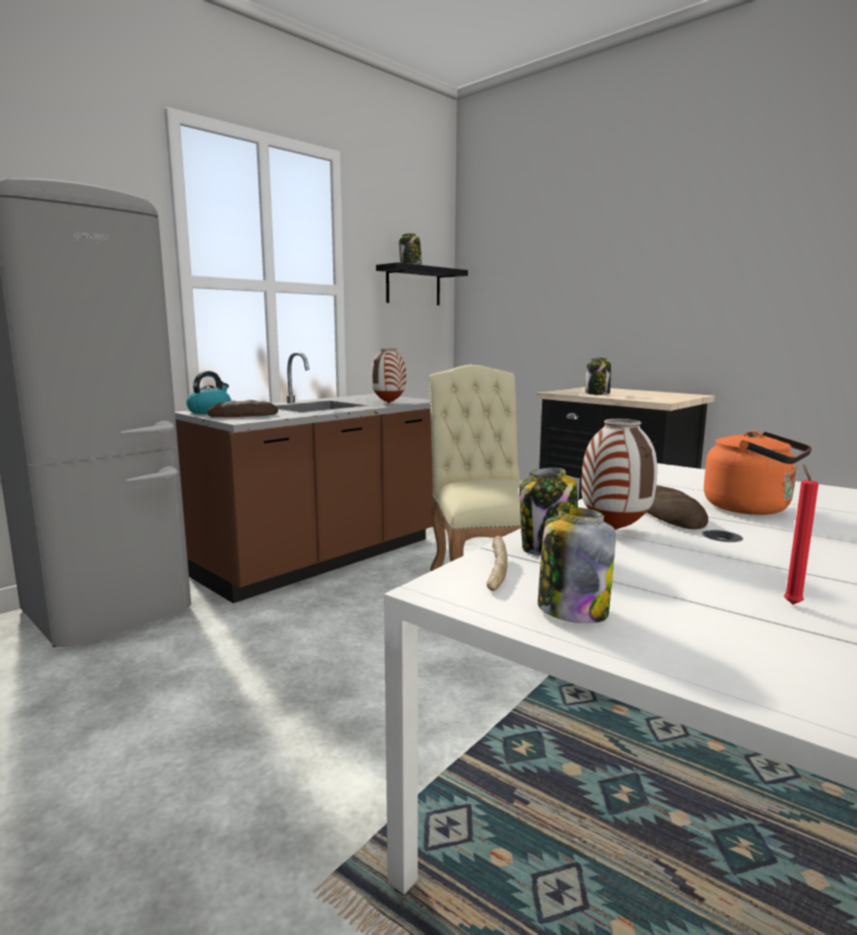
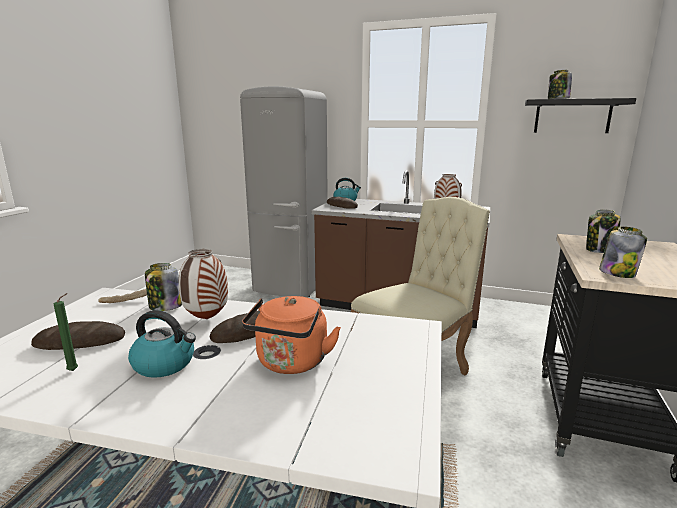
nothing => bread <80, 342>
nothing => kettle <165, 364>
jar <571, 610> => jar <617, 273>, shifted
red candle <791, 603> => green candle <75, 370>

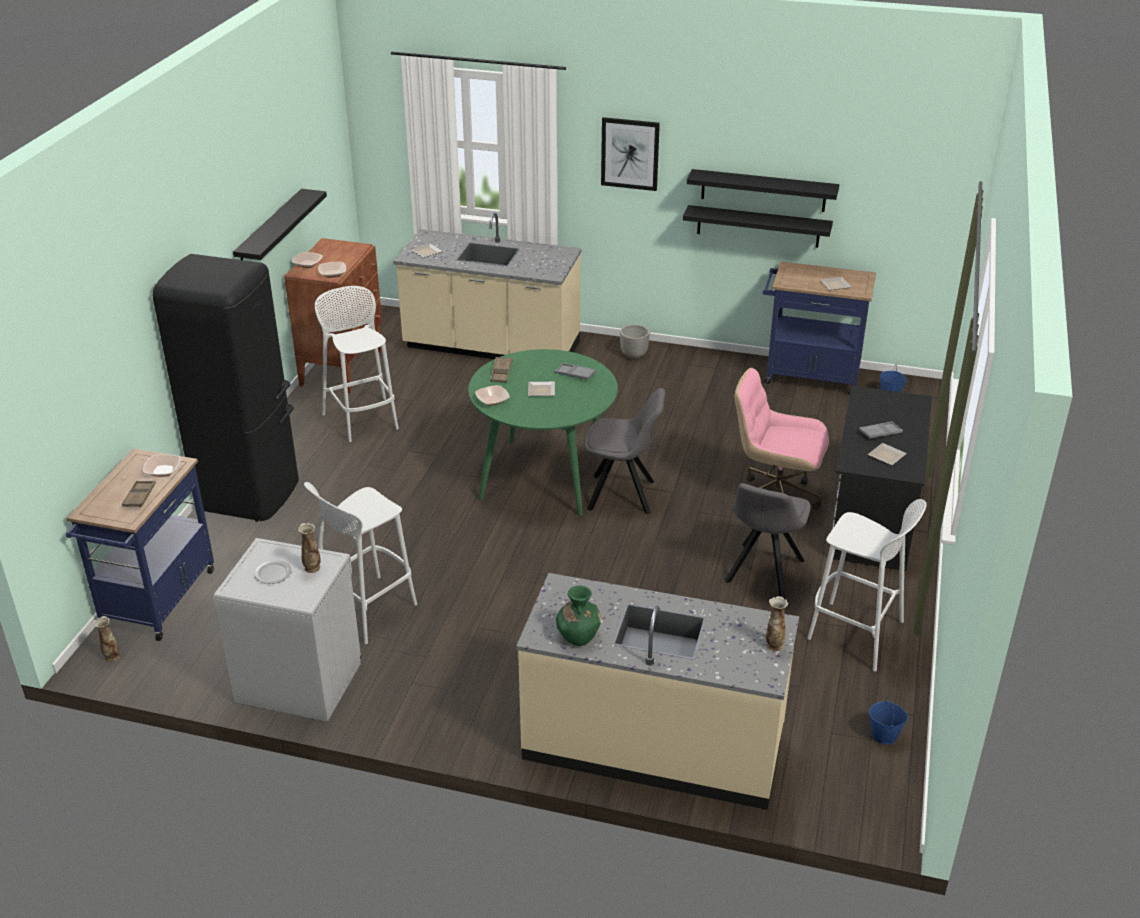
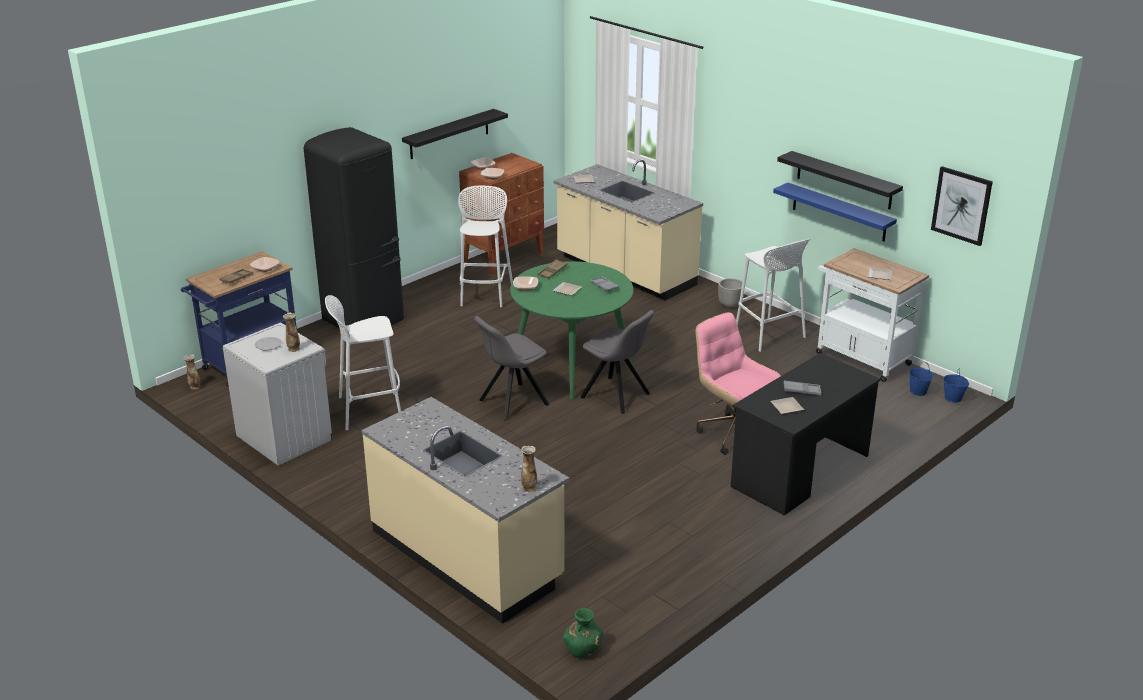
green vase <578, 635> => green vase <583, 649>, shifted
picture <630, 153> => picture <961, 205>, shifted
grey chair <763, 571> => grey chair <513, 402>, shifted
white stool <856, 634> => white stool <768, 334>, shifted
blue bucket <884, 735> => blue bucket <953, 398>, shifted
black shelf <758, 226> => blue shelf <839, 212>
blue cart <808, 376> => white cart <860, 358>

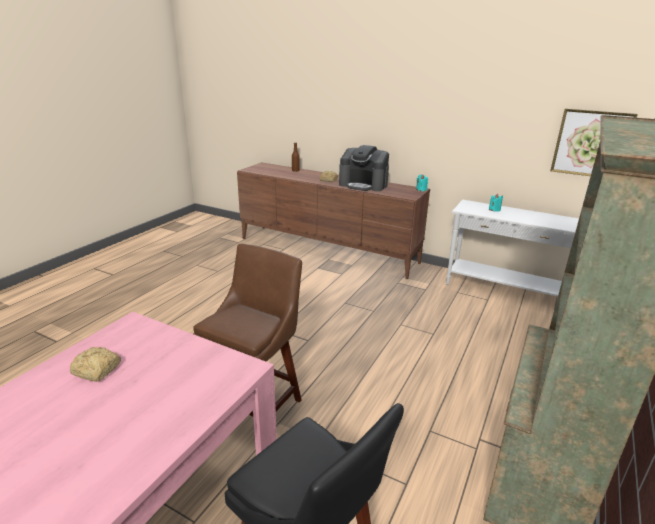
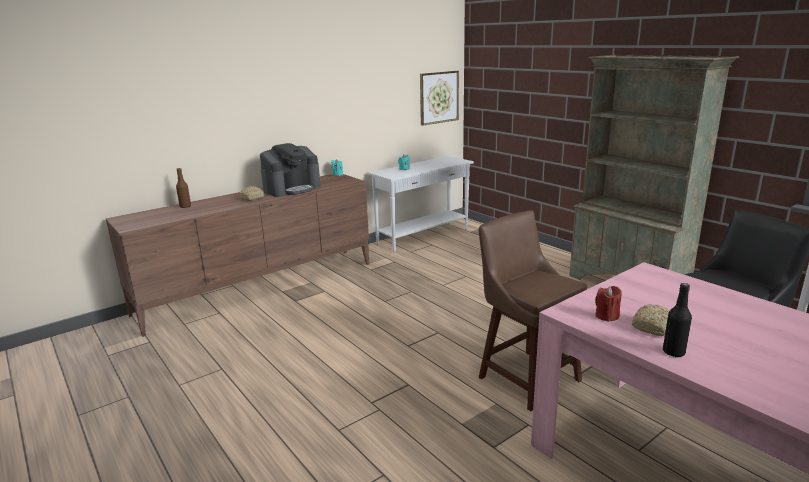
nothing => red candle <606, 316>
nothing => black bottle <673, 352>

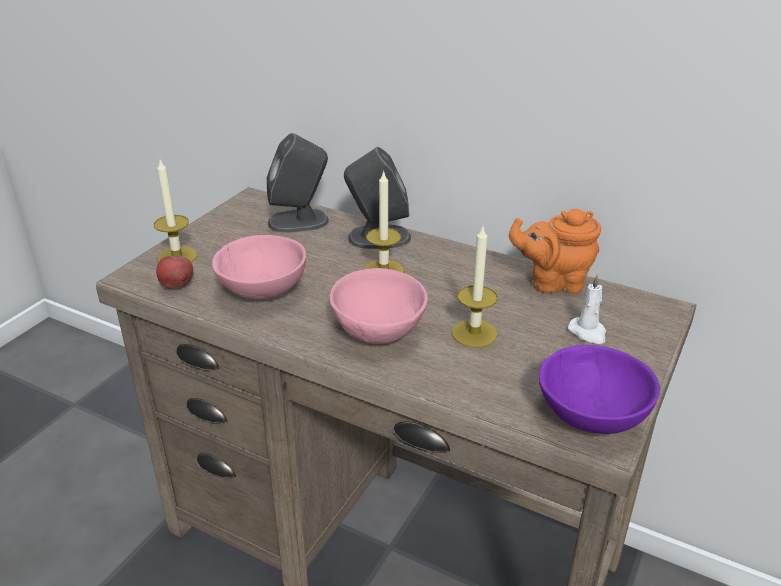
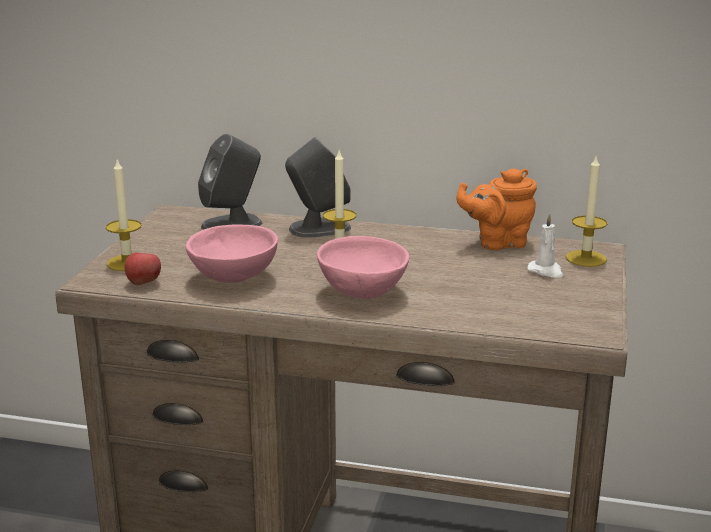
purple bowl <591, 419> => nothing
candle <474, 333> => candle <586, 258>, shifted

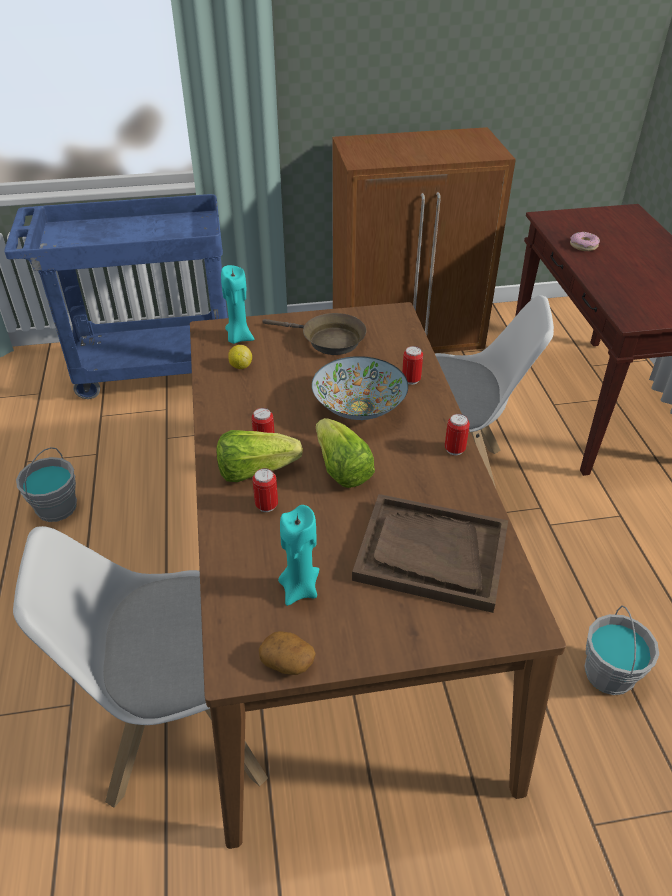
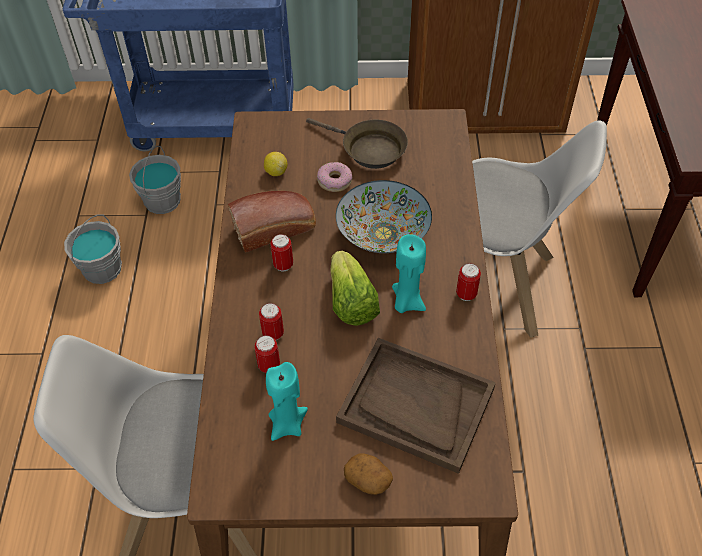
lettuce <255, 470> => nothing
nothing => bread <276, 228>
turquoise candle <238, 338> => turquoise candle <406, 302>, shifted
potato <288, 661> => potato <368, 479>, shifted
can <411, 380> => can <269, 366>, shifted
donut <583, 246> => donut <334, 181>, shifted
grey bucket <609, 674> => grey bucket <163, 201>, shifted

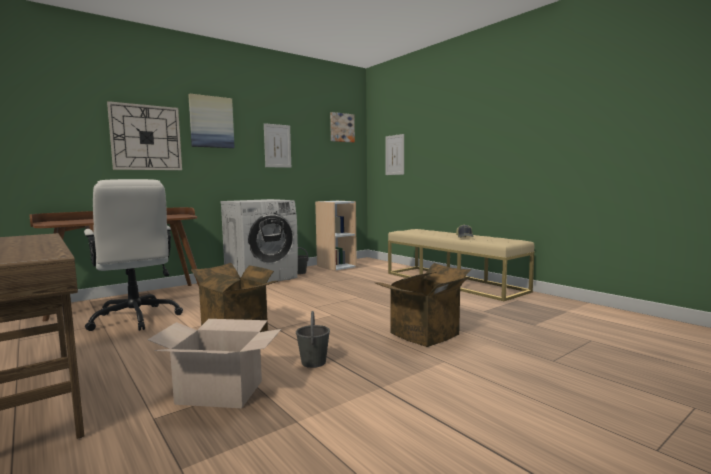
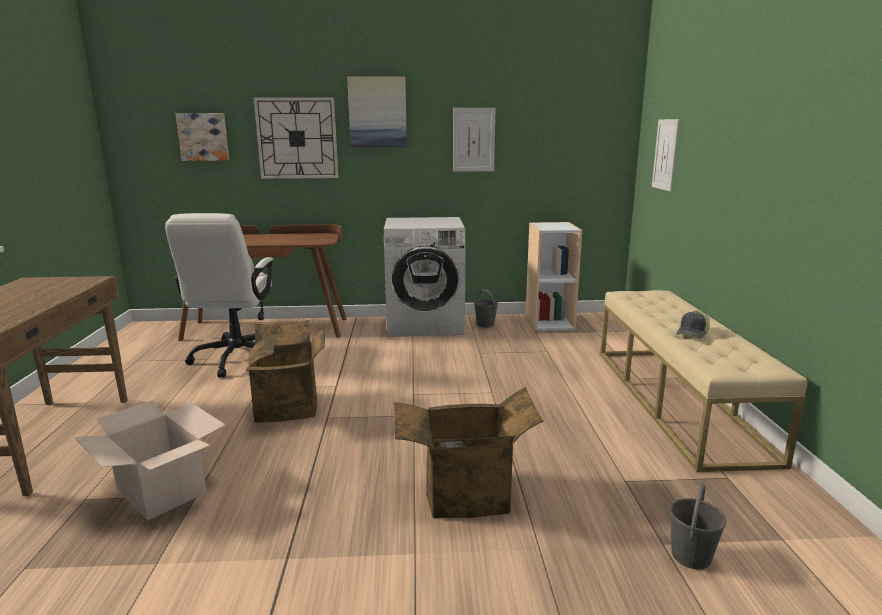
grey bucket <313, 362> => grey bucket <691, 556>, shifted
picture <341, 127> => picture <203, 137>, shifted

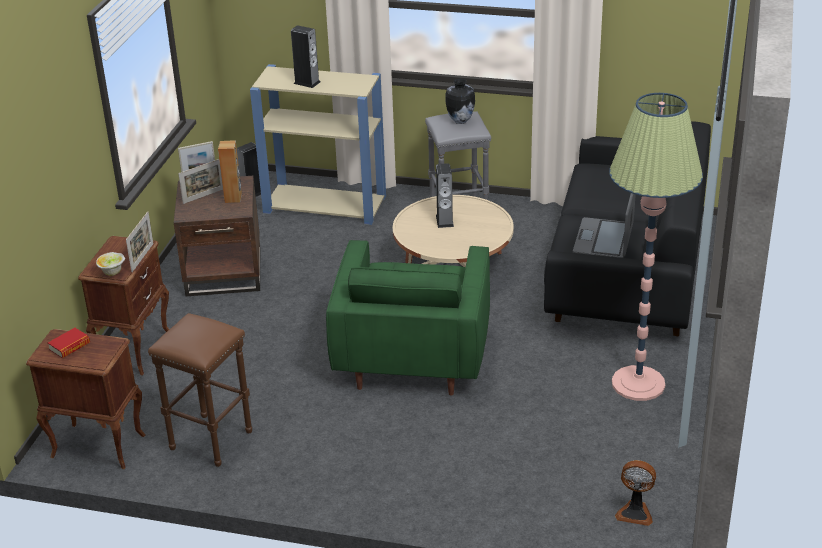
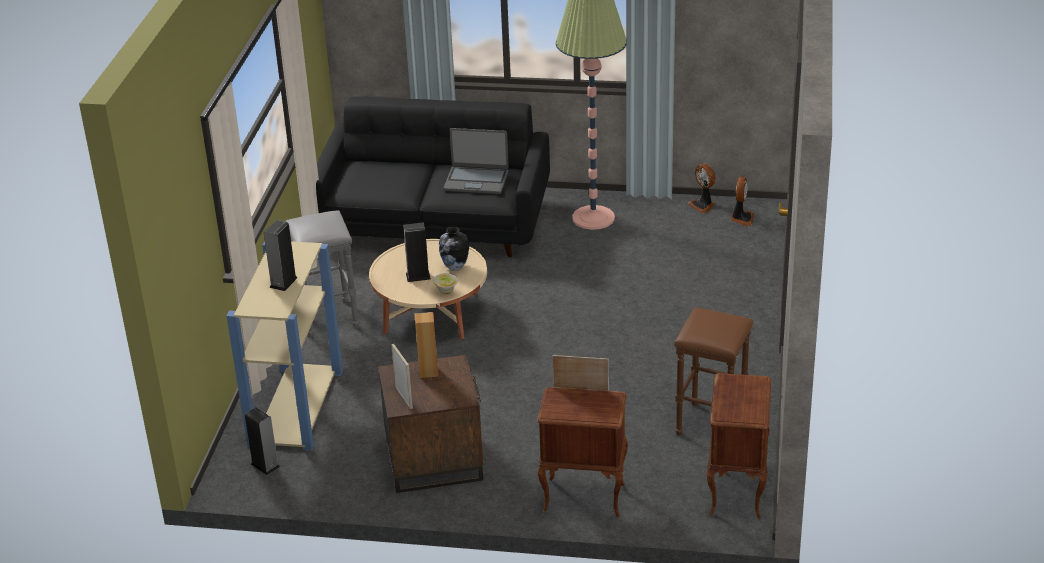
book <69, 346> => nothing
picture frame <204, 196> => nothing
green armchair <412, 354> => nothing
nothing => fan <703, 205>
bowl <113, 273> => bowl <446, 291>, shifted
vase <460, 121> => vase <455, 267>, shifted

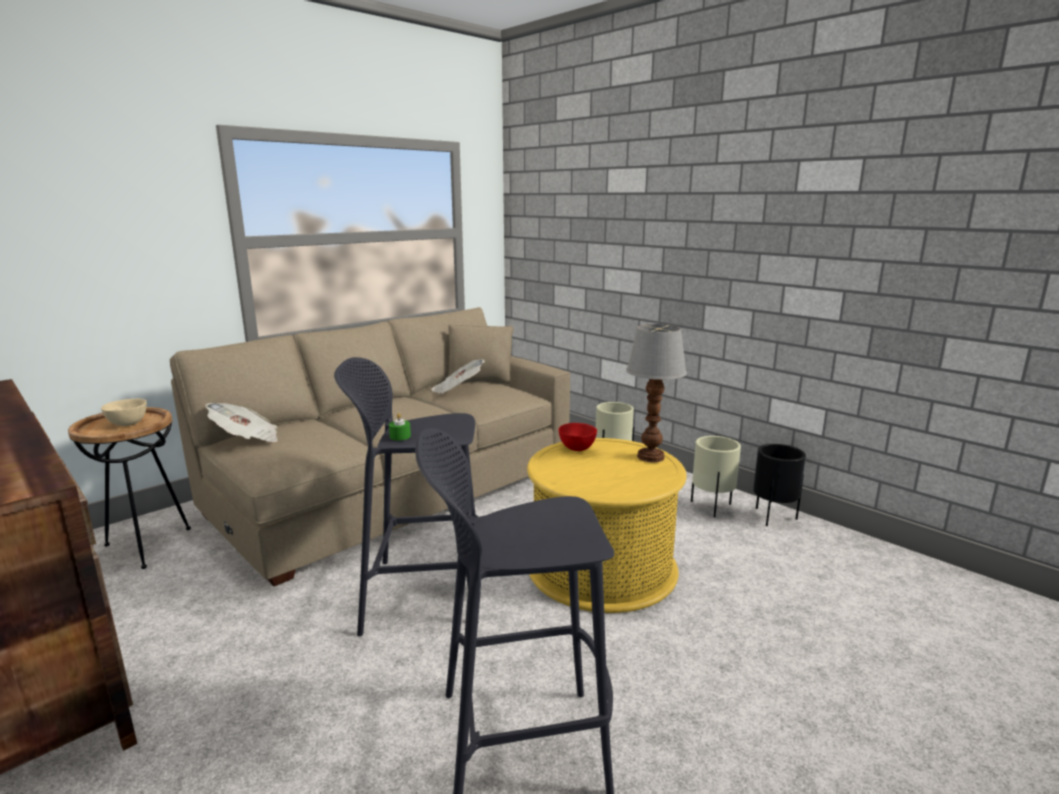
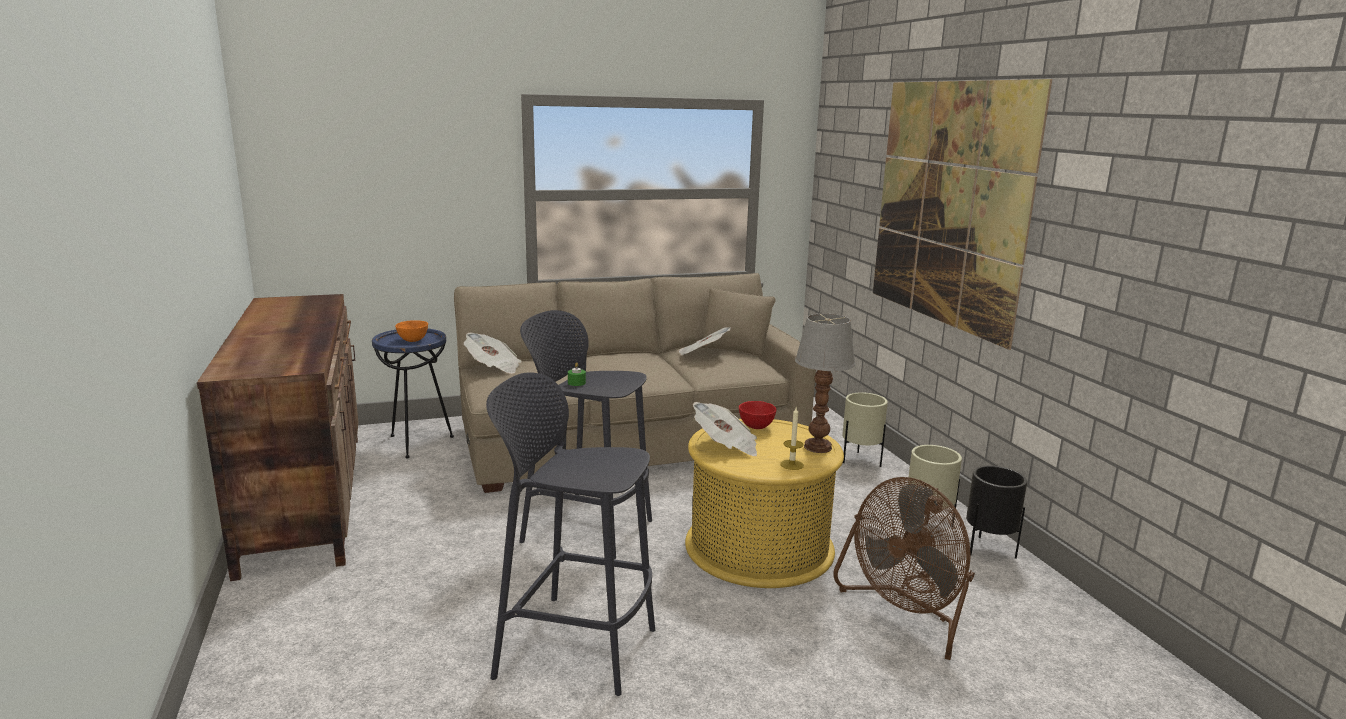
nothing => newspaper <726, 446>
nothing => candle <792, 465>
nothing => brown fan <905, 610>
nothing => picture <948, 204>
brown side table <147, 546> => blue side table <417, 443>
beige bowl <127, 424> => orange bowl <412, 341>

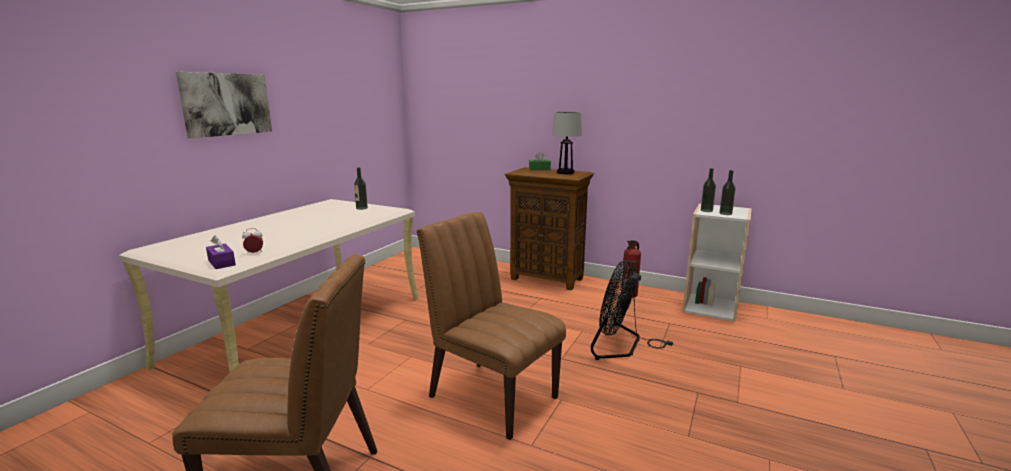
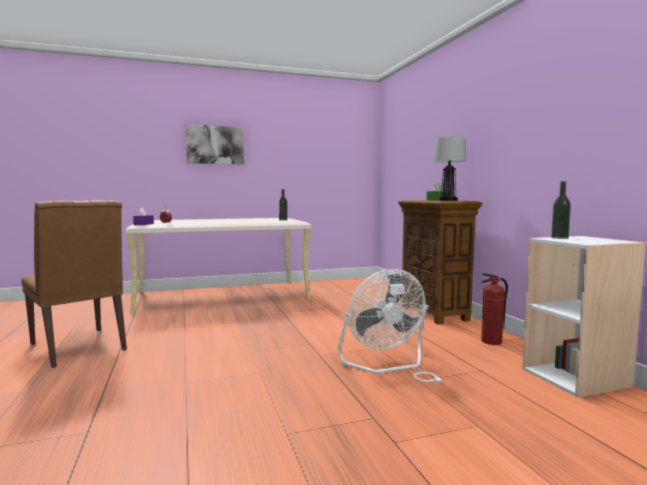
brown chair <494, 398> => nothing
bottle <725, 213> => nothing
black fan <623, 343> => white fan <394, 365>

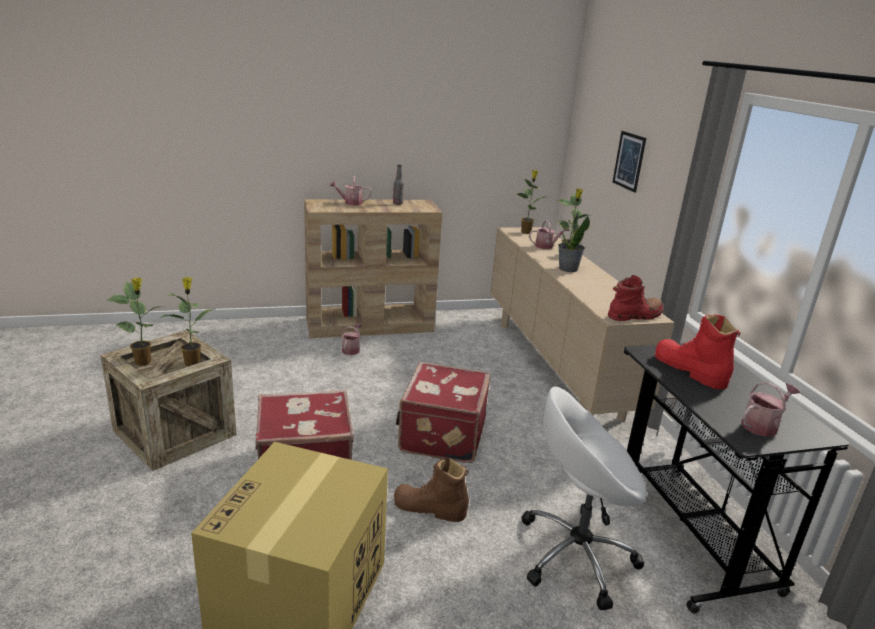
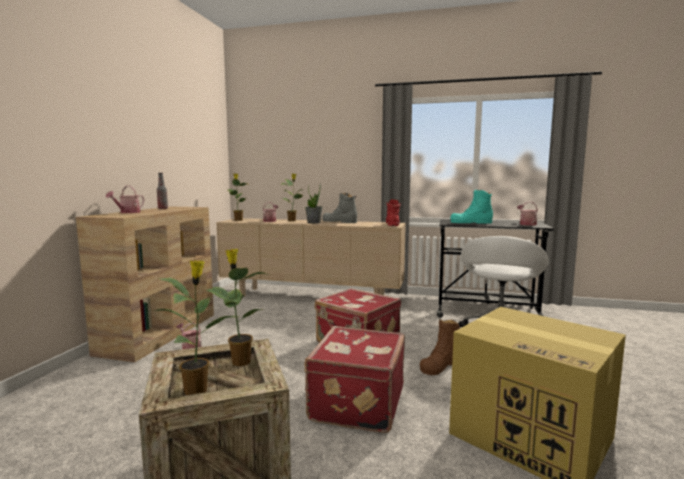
picture <629, 161> => nothing
nothing => grey boot <339, 222>
red boot <689, 370> => turquoise boot <471, 223>

